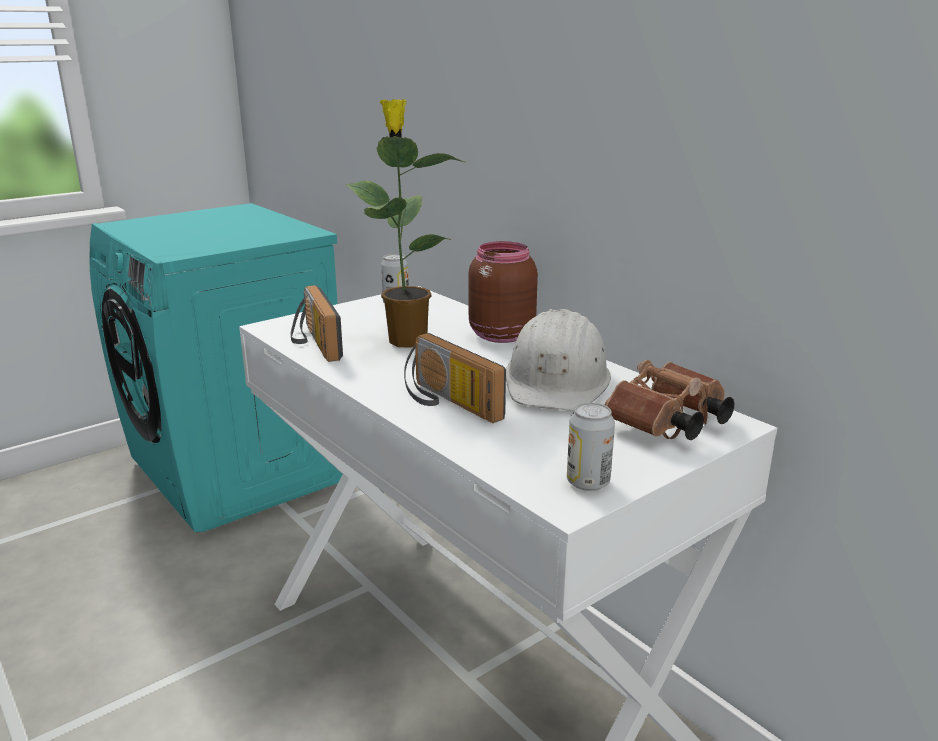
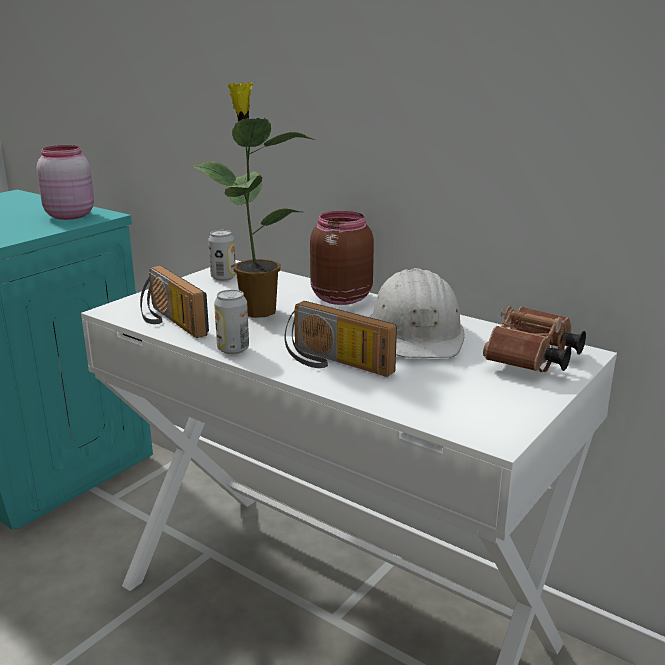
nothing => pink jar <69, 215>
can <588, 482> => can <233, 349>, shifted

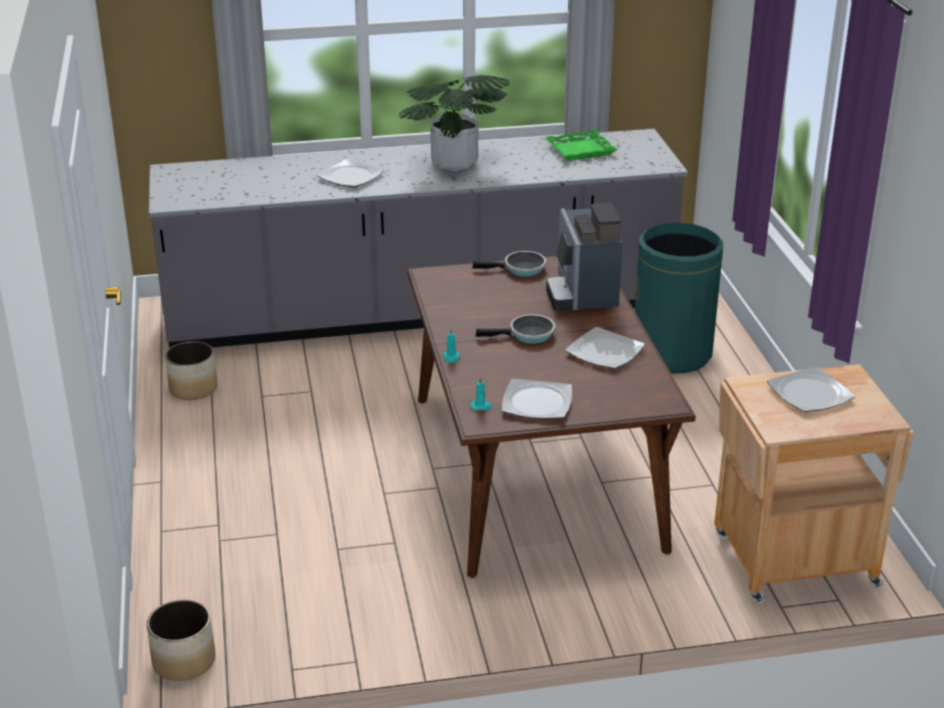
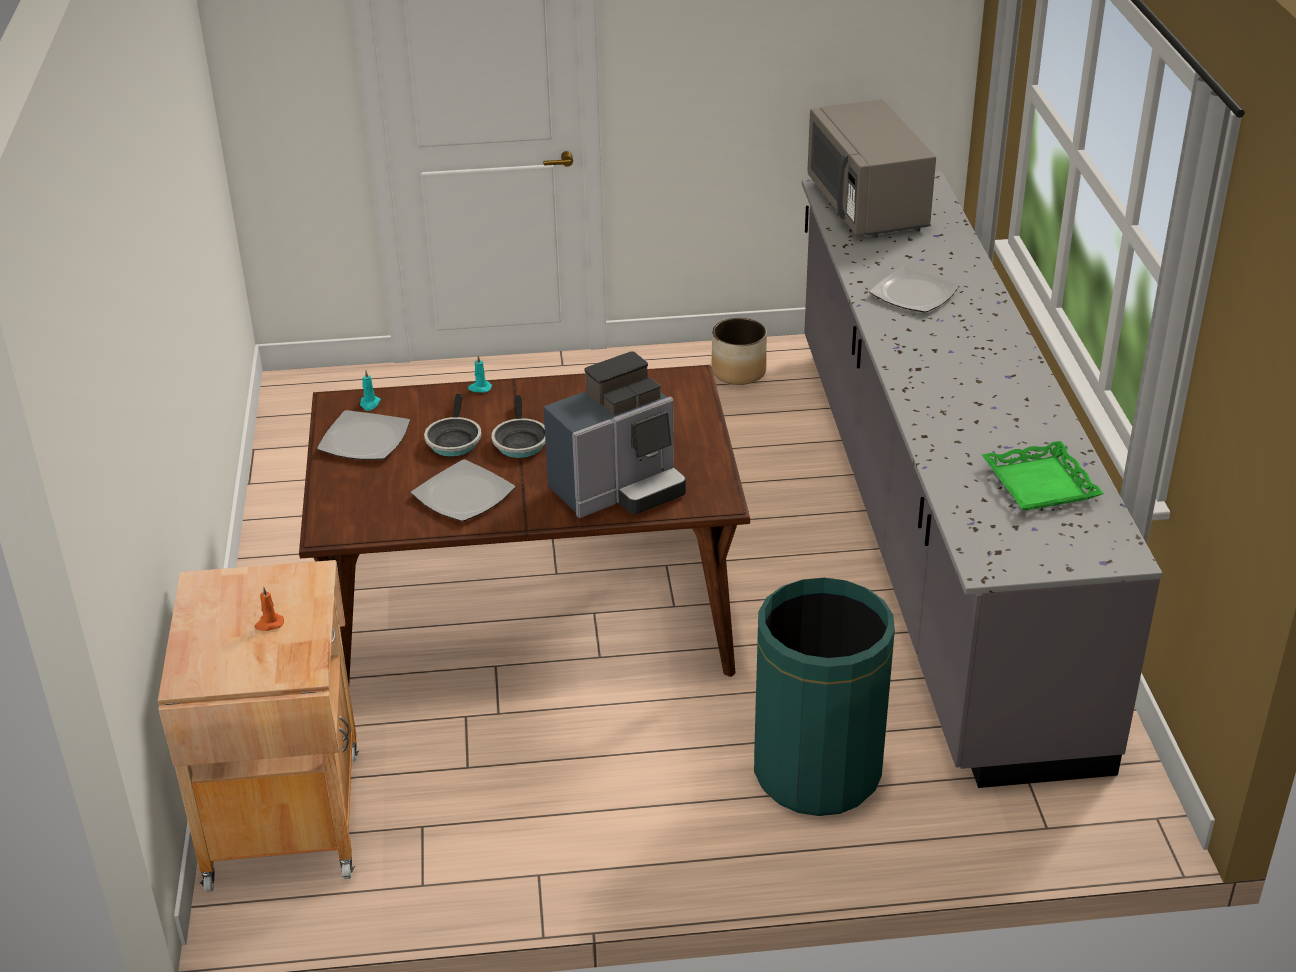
planter <183, 661> => nothing
potted plant <454, 163> => nothing
nothing => grey microwave <867, 206>
frying pan <521, 269> => frying pan <453, 440>, shifted
plate <809, 394> => orange candle <269, 624>
coffee machine <582, 294> => coffee machine <619, 489>, 150 degrees clockwise

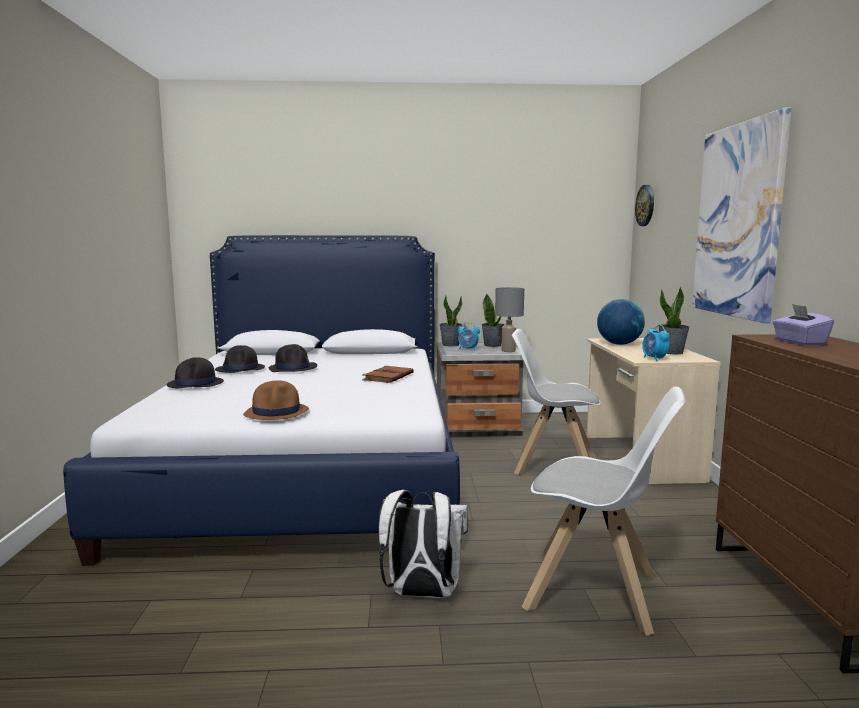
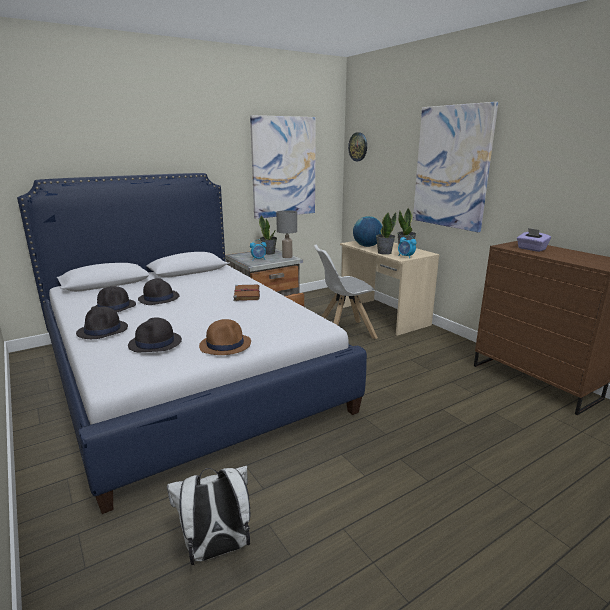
chair <596, 593> => nothing
nothing => black hat <155, 343>
nothing => picture <284, 167>
white backpack <421, 594> => white backpack <217, 550>, shifted
potted plant <450, 345> => potted plant <384, 252>, shifted

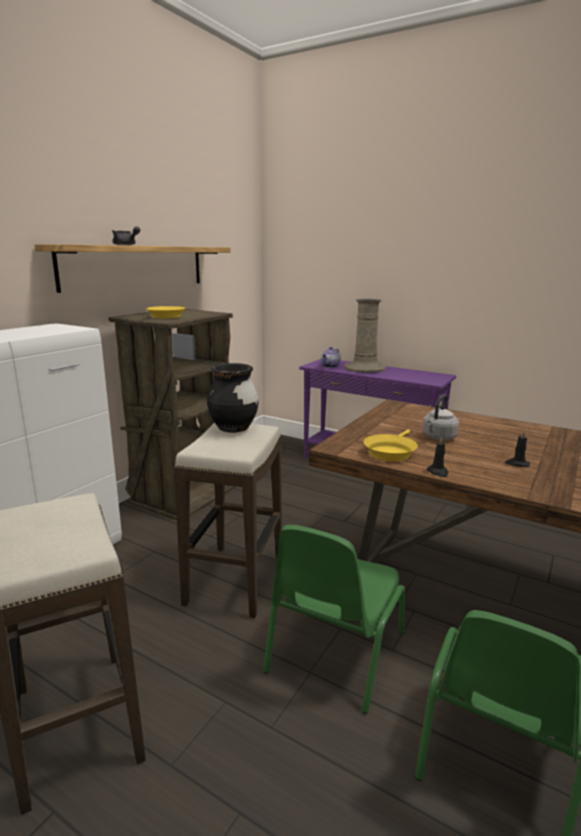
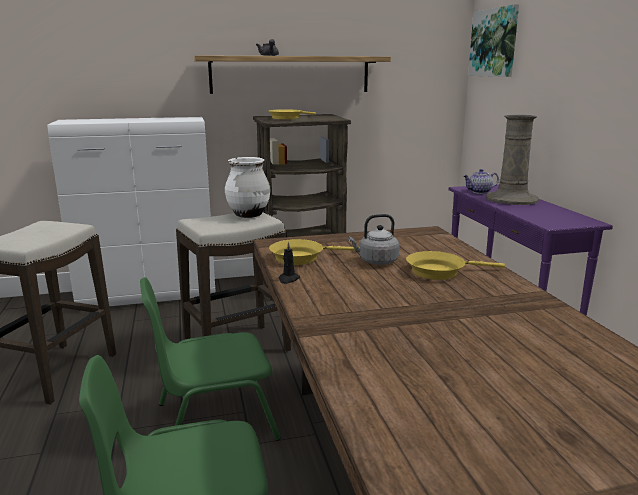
black candle <517, 464> => nothing
nothing => yellow frying pan <440, 271>
nothing => picture <494, 43>
black vase <233, 428> => white vase <248, 215>

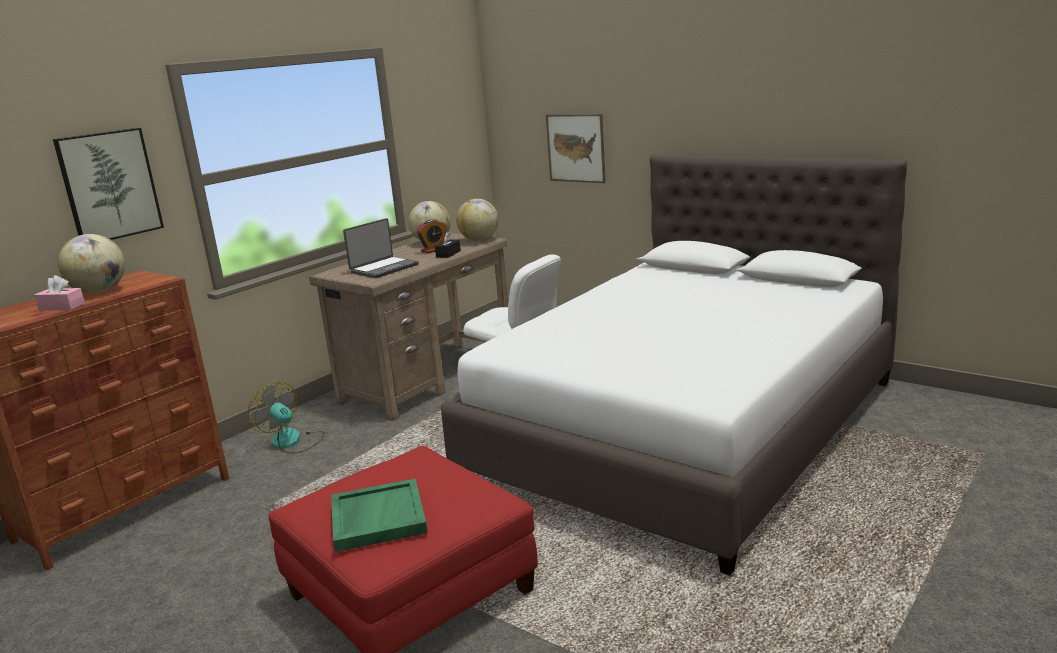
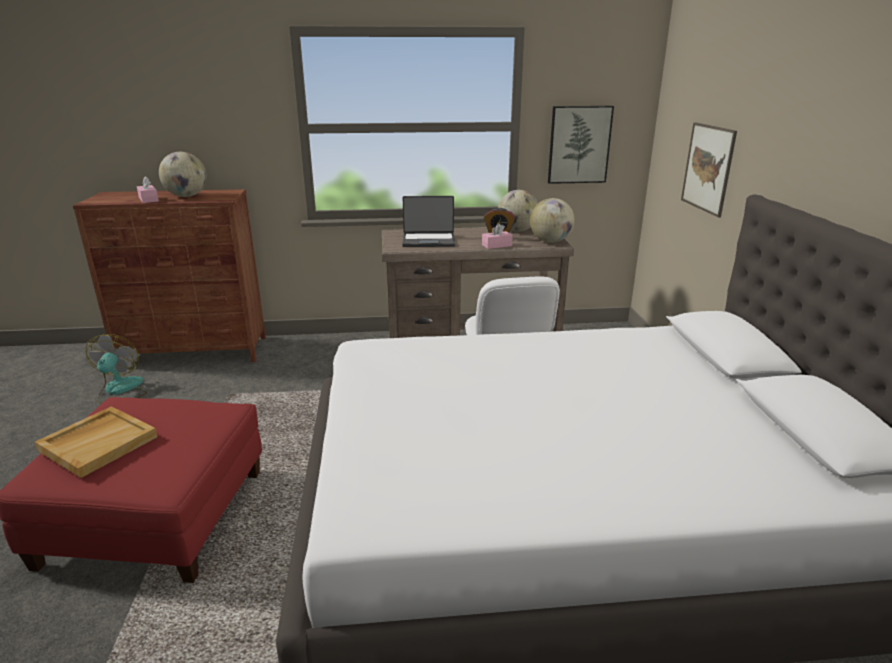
picture <109, 185> => picture <579, 145>, shifted
fan <292, 442> => fan <120, 390>, shifted
green tray <377, 518> => beige tray <99, 443>
black tissue box <448, 254> => pink tissue box <496, 245>

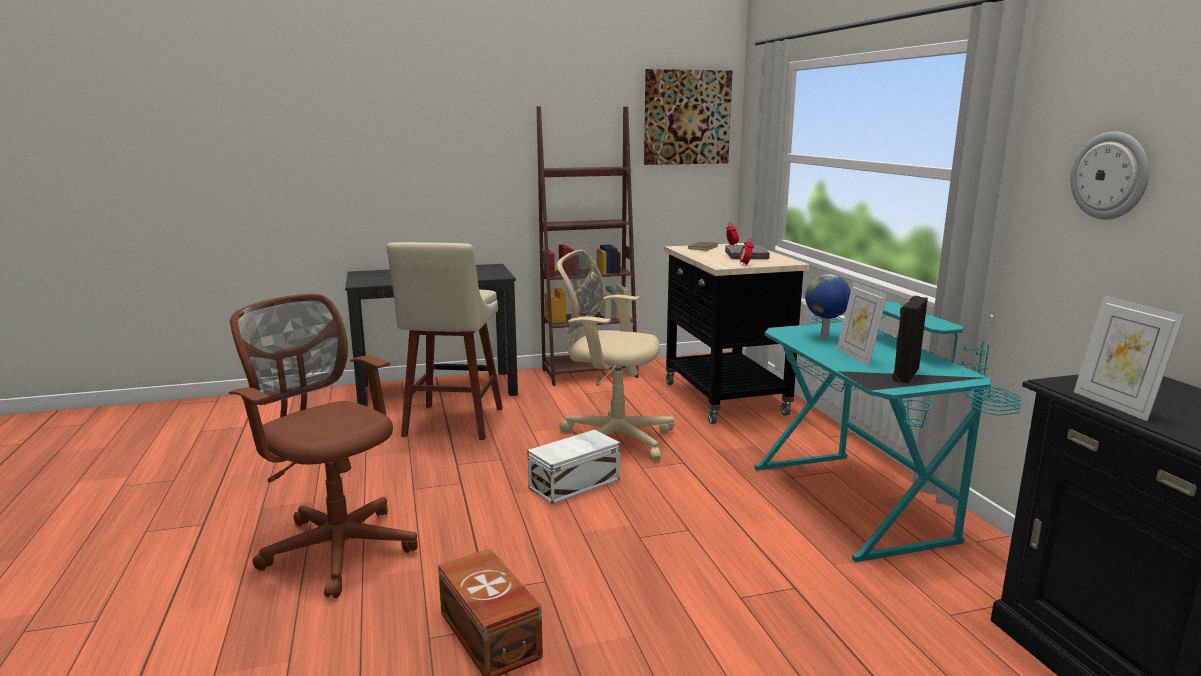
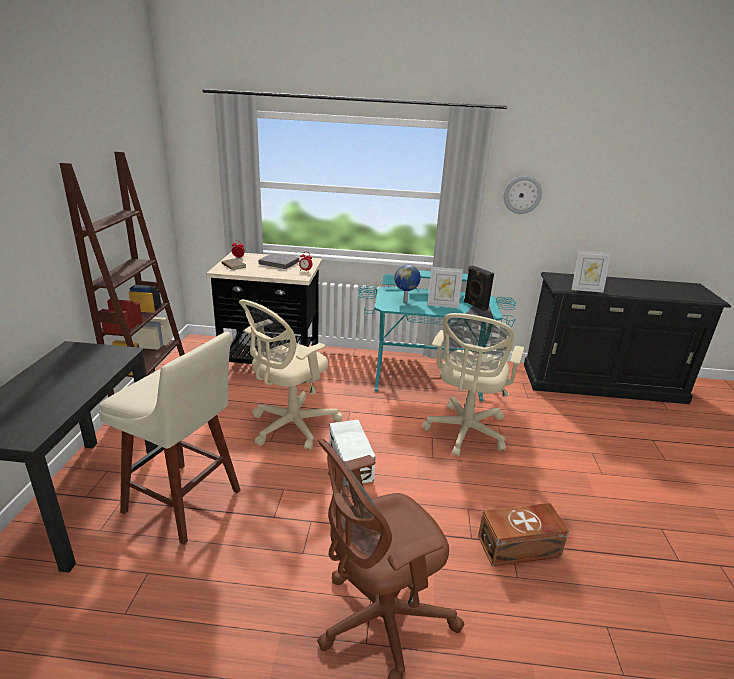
picture <686, 117> => nothing
nothing => beige office chair <465, 433>

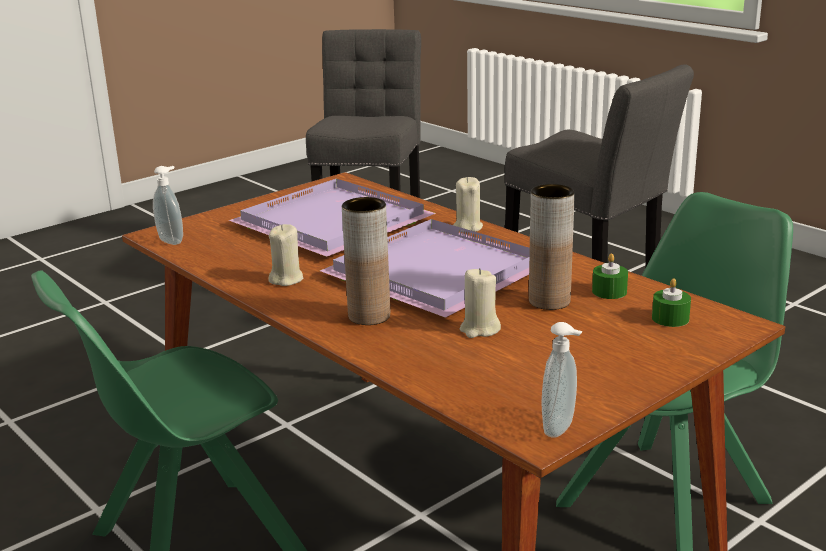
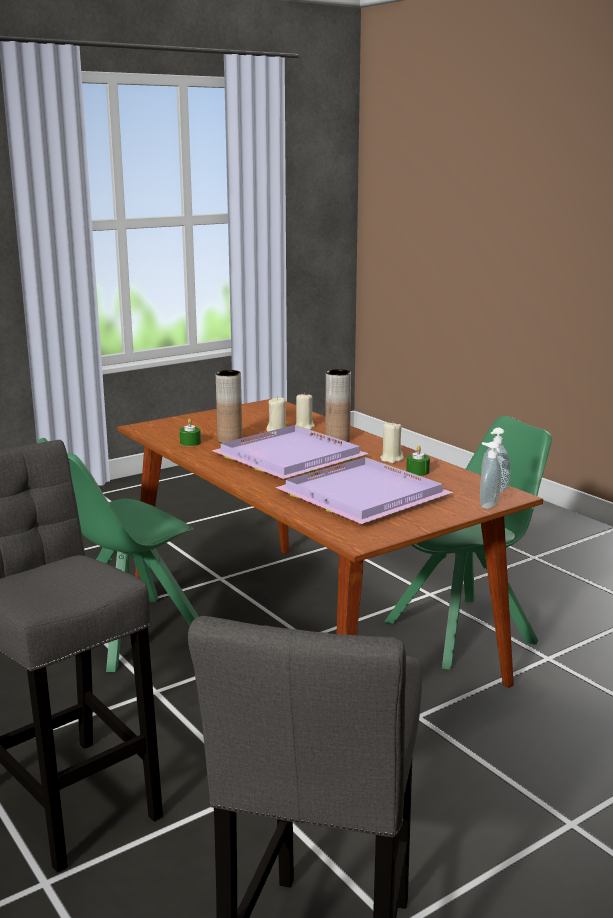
beige candle <467, 227> => beige candle <304, 427>, shifted
soap dispenser <561, 429> => soap dispenser <487, 505>, shifted
green candle <670, 318> => green candle <417, 471>, shifted

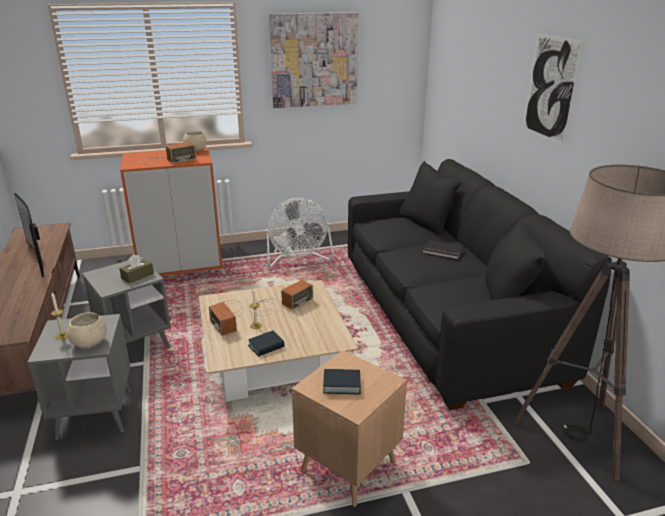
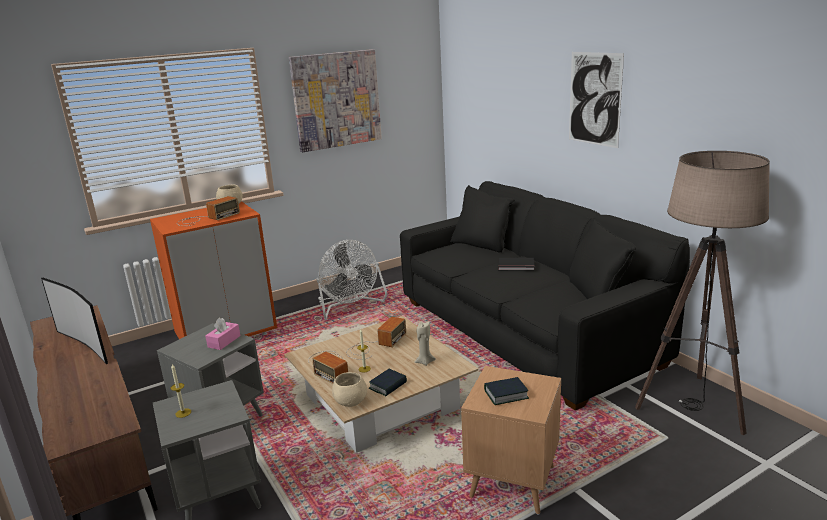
nothing => beige candle <424, 361>
beige bowl <90, 343> => beige bowl <351, 401>, shifted
brown tissue box <137, 276> => pink tissue box <224, 341>

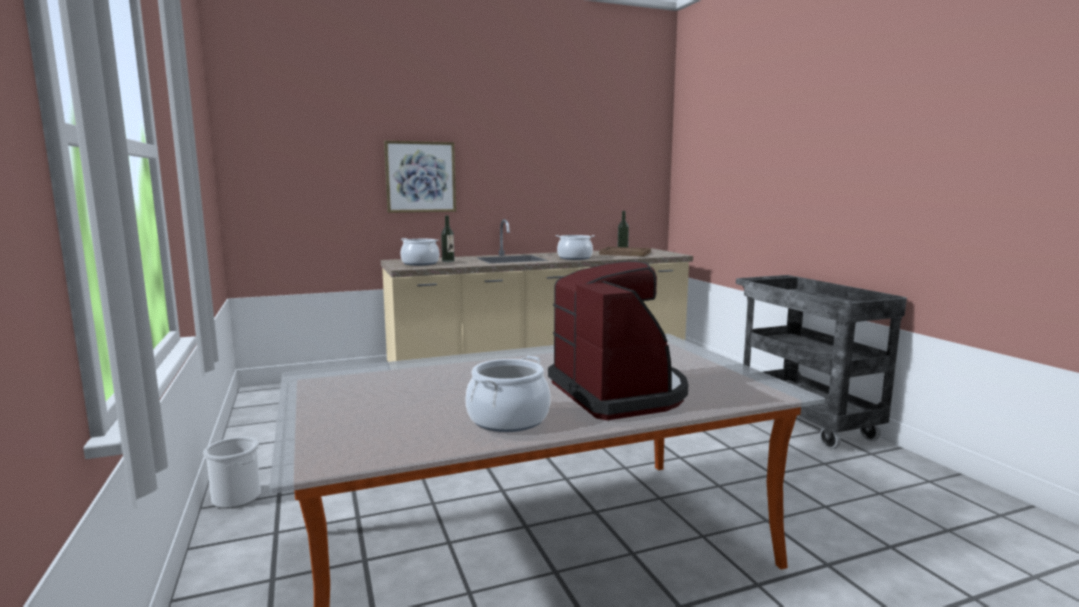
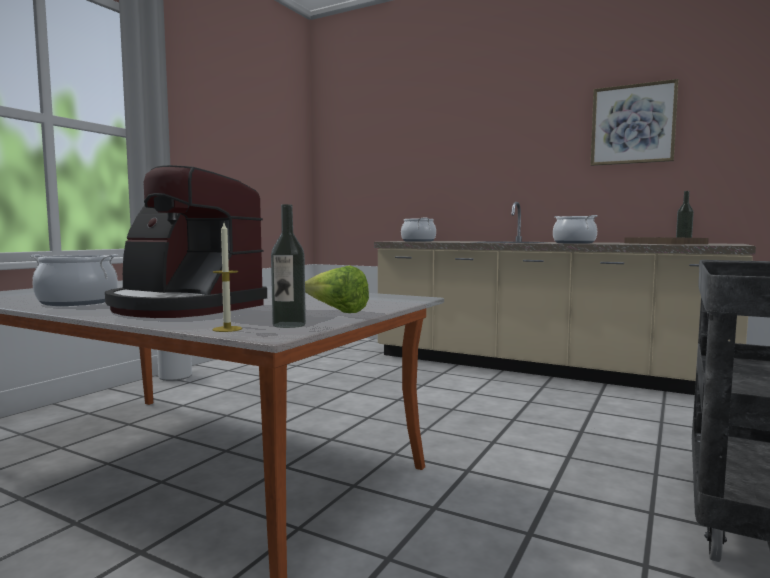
nothing => candle <227, 329>
nothing => lettuce <336, 311>
picture <420, 177> => picture <632, 124>, shifted
bottle <448, 261> => bottle <289, 325>, shifted
coffee machine <619, 392> => coffee machine <184, 307>, 90 degrees clockwise

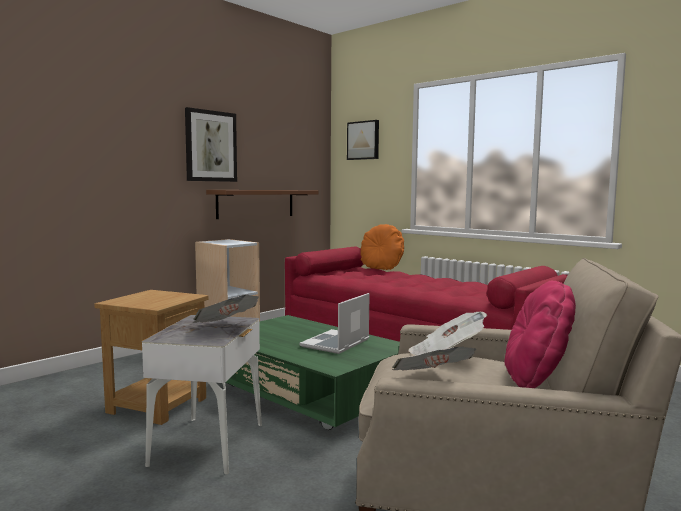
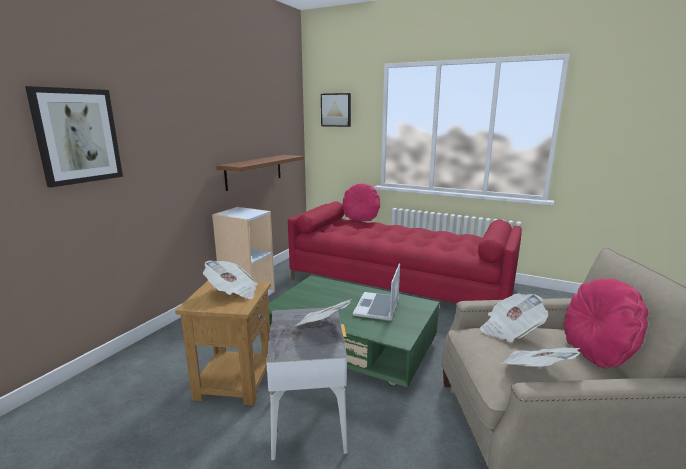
nothing => newspaper <232, 292>
picture <210, 146> => picture <77, 136>, shifted
orange pillow <381, 269> => pink pillow <361, 220>

